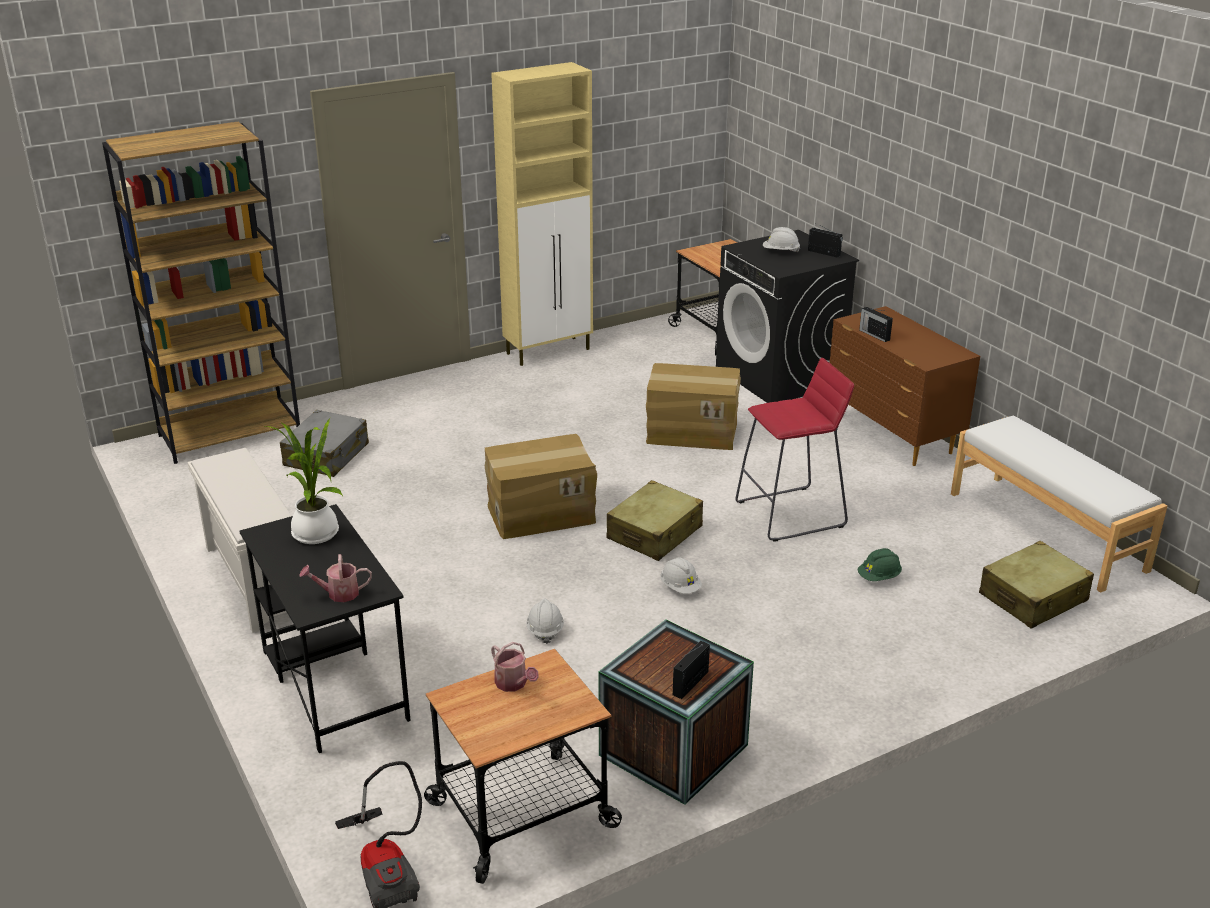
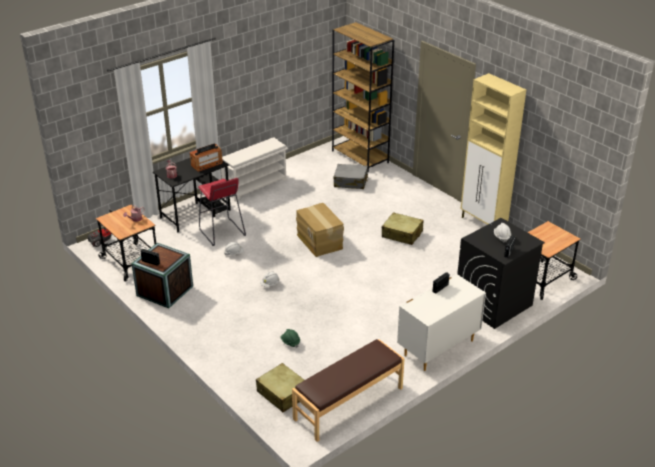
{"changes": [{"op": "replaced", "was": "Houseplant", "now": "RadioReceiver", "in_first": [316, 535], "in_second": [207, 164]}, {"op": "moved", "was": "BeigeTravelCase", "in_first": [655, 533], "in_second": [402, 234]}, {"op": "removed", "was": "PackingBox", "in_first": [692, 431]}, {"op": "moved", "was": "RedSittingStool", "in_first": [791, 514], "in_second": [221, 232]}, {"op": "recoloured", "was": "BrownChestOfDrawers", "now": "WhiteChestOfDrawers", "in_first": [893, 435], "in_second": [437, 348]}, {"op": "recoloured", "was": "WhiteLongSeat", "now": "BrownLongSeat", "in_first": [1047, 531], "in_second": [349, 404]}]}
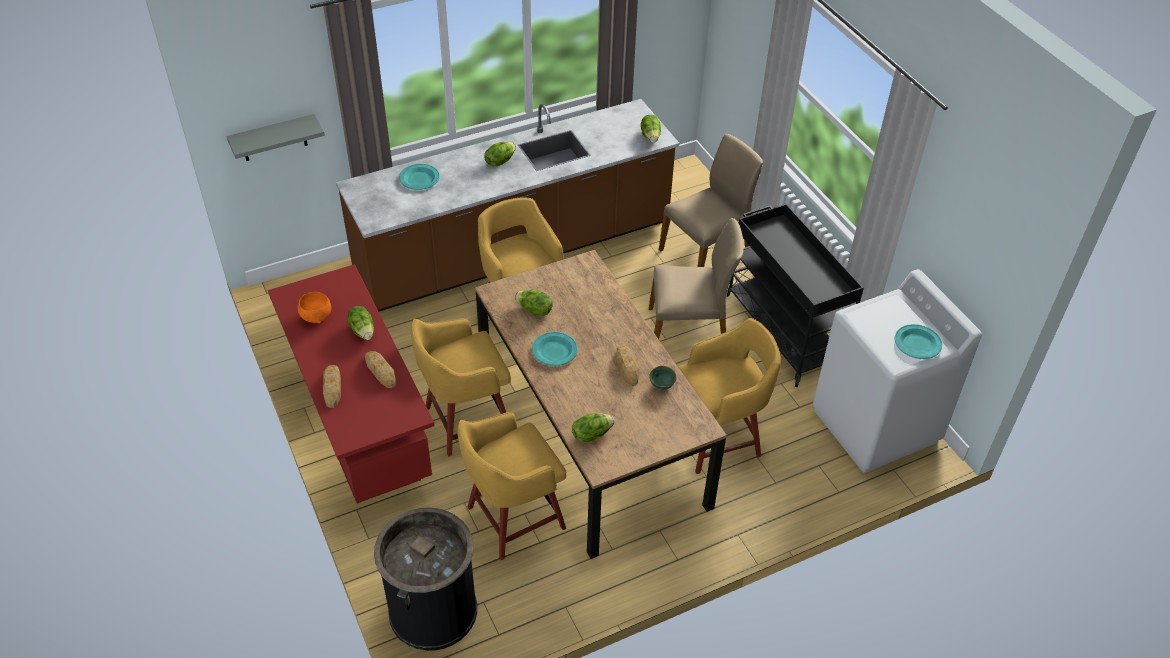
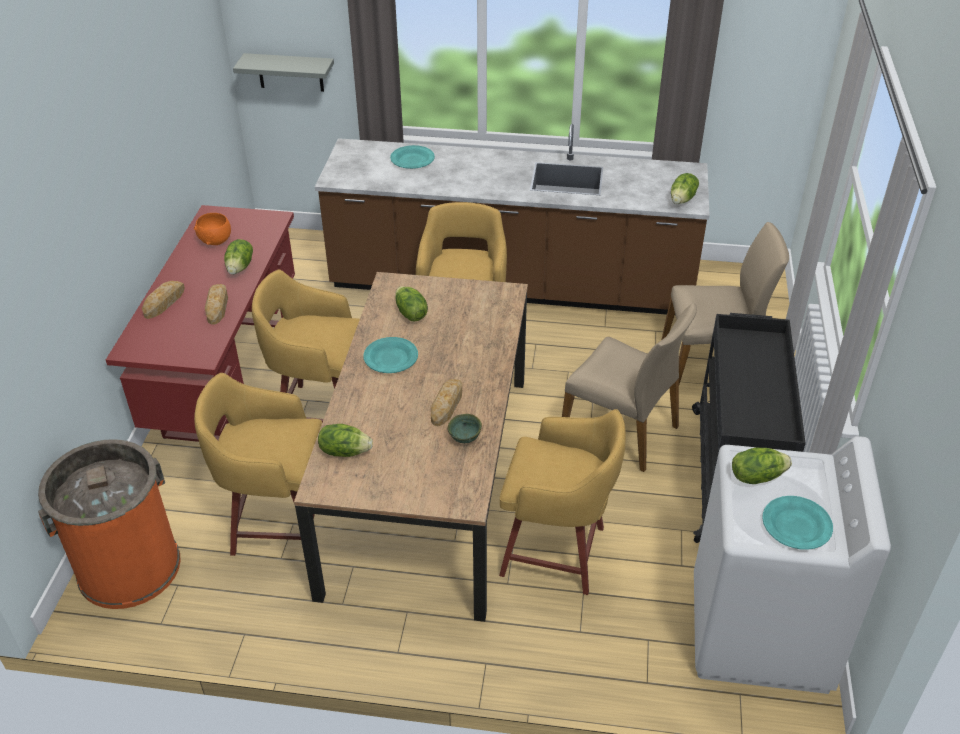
{"changes": [{"op": "recoloured", "was": "BlackishRubbishBin", "now": "OrangeyRubbishBin", "in_first": [433, 610], "in_second": [129, 567]}, {"op": "moved", "was": "LettuceHead", "in_first": [500, 161], "in_second": [756, 476]}]}
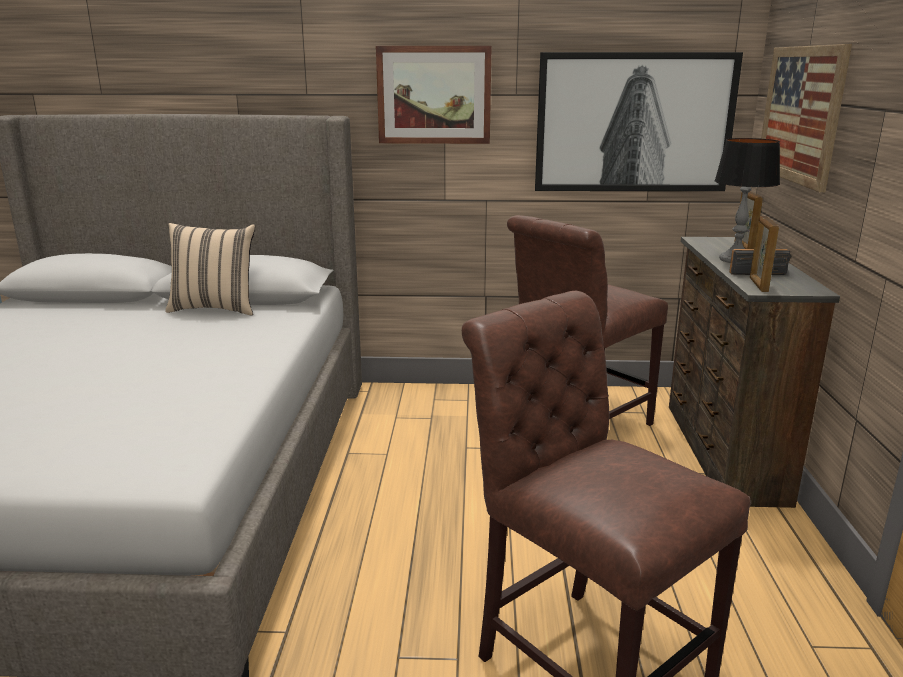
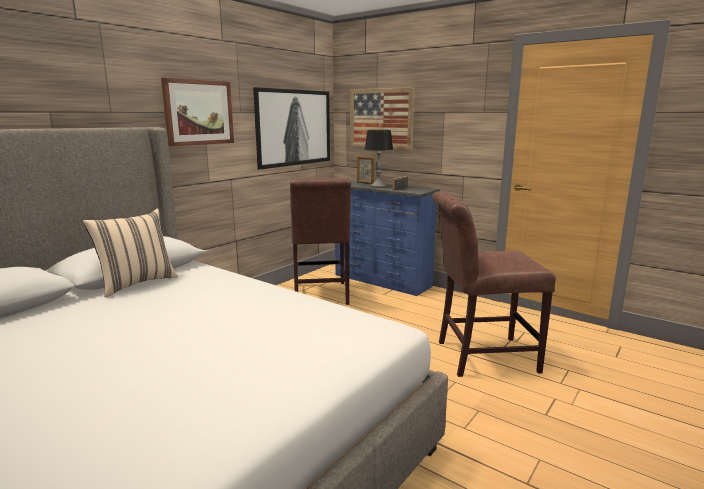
{"changes": [{"op": "recoloured", "was": "BrownChestOfDrawers", "now": "BluishChestOfDrawers", "in_first": [721, 451], "in_second": [382, 281]}, {"op": "removed", "was": "PictureFrame", "in_first": [758, 285]}]}
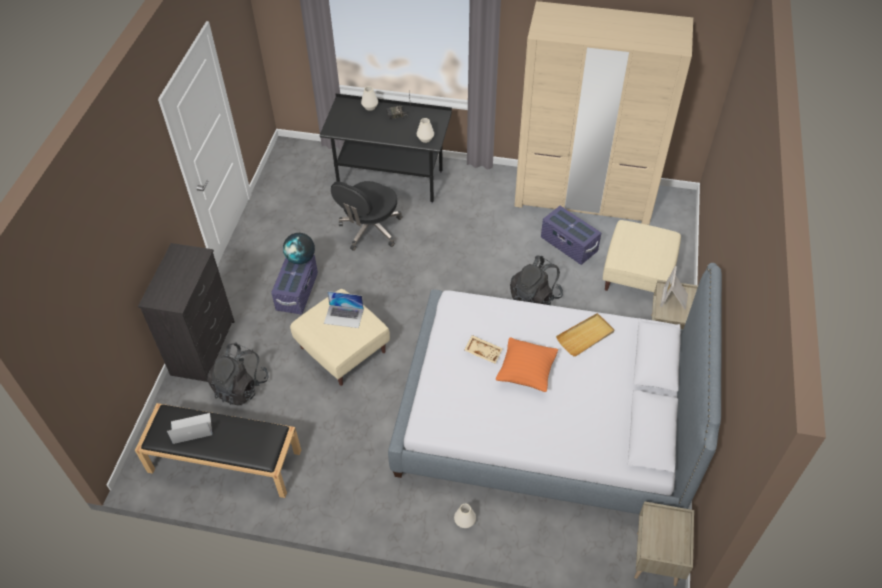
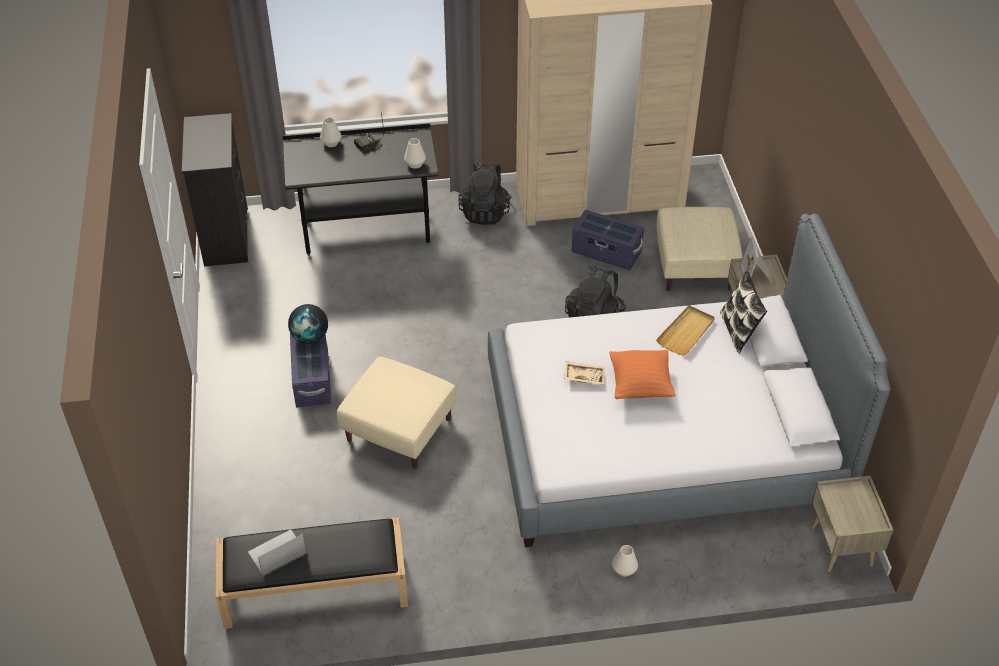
{"changes": [{"op": "moved", "was": "BlackishChestOfDrawers", "in_first": [204, 347], "in_second": [227, 236]}, {"op": "moved", "was": "BlackishBackpack", "in_first": [241, 387], "in_second": [485, 212]}, {"op": "removed", "was": "PortableComputer", "in_first": [344, 316]}, {"op": "removed", "was": "BlackishComputerChair", "in_first": [370, 230]}, {"op": "added", "now": "Cushion", "in_second": [739, 331]}]}
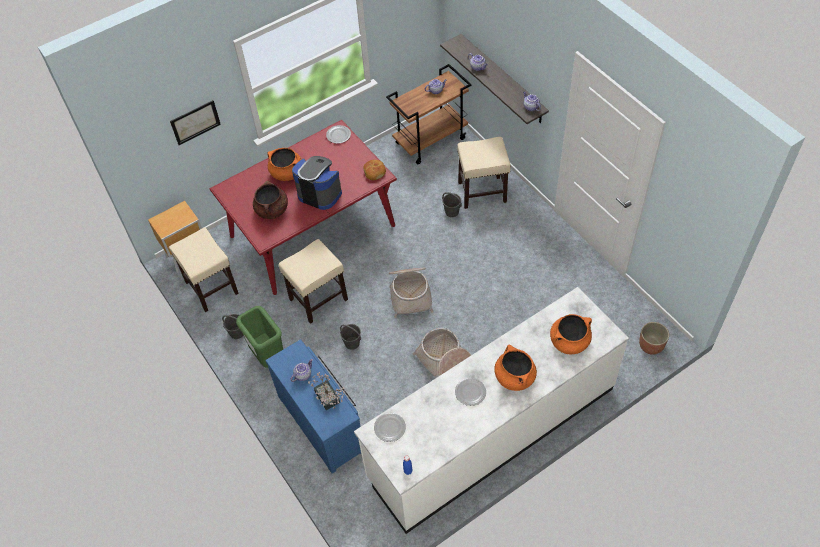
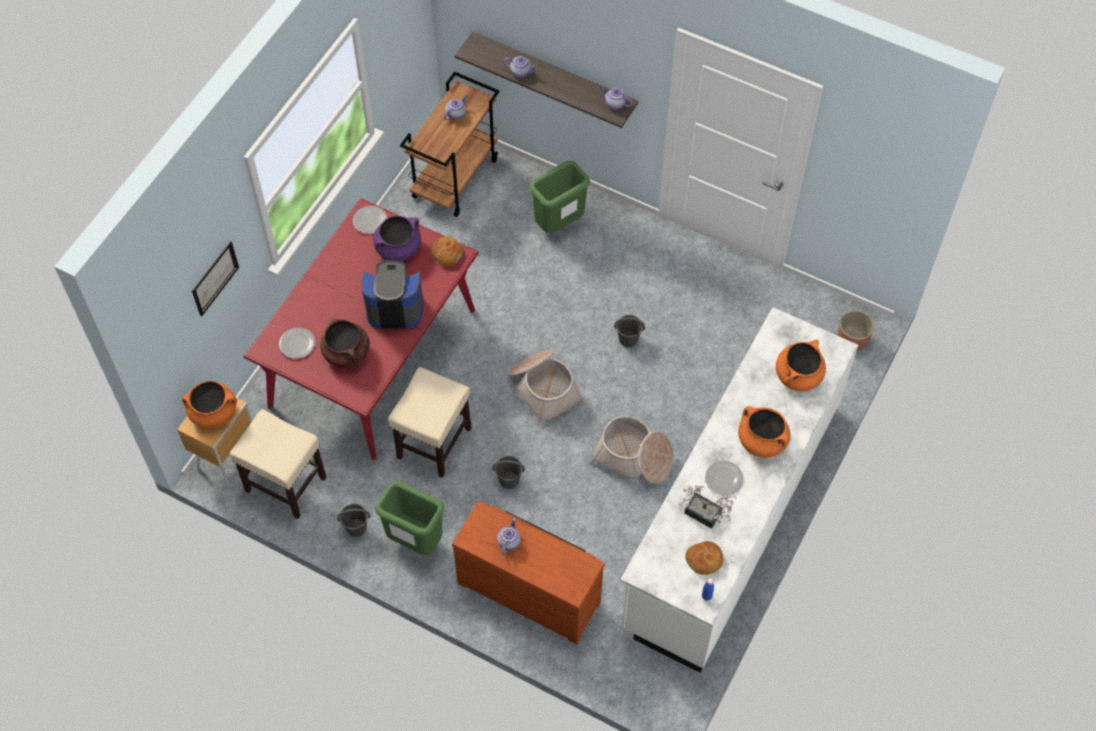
{"changes": [{"op": "recoloured", "was": "BluishChestOfDrawers", "now": "BrownChestOfDrawers", "in_first": [323, 421], "in_second": [530, 589]}, {"op": "moved", "was": "OrangeyStockpot", "in_first": [287, 173], "in_second": [214, 413]}, {"op": "moved", "was": "Houseplant", "in_first": [328, 400], "in_second": [706, 515]}, {"op": "moved", "was": "FlatDish", "in_first": [389, 428], "in_second": [297, 344]}, {"op": "moved", "was": "GrayPail", "in_first": [452, 212], "in_second": [628, 339]}, {"op": "replaced", "was": "BeigeSittingStool", "now": "GreenRubbishBin", "in_first": [482, 192], "in_second": [559, 223]}, {"op": "added", "now": "PurplishStockpot", "in_second": [398, 248]}, {"op": "added", "now": "BakedBread", "in_second": [704, 560]}]}
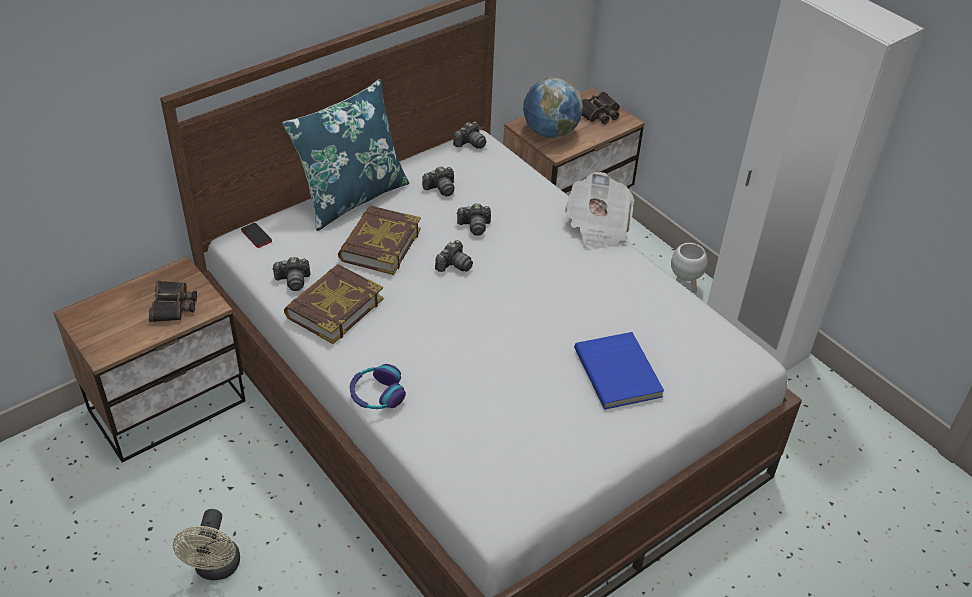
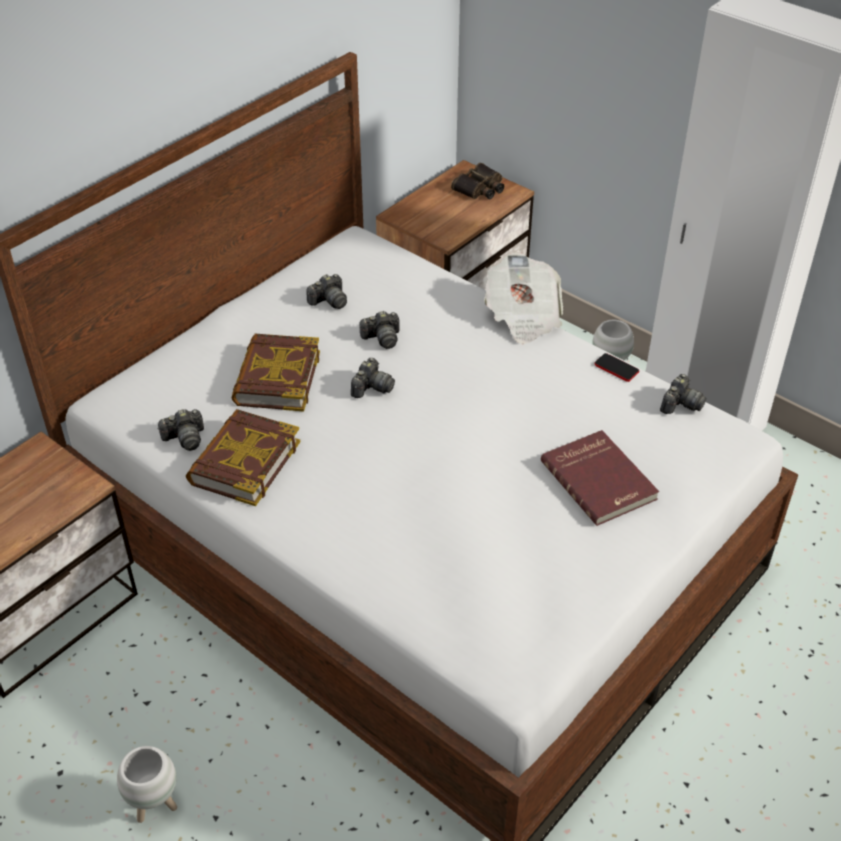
{"changes": [{"op": "removed", "was": "PairOfBinoculars", "in_first": [174, 306]}, {"op": "replaced", "was": "BeigeCoolingFan", "now": "WhitePlanter", "in_first": [216, 569], "in_second": [155, 805]}, {"op": "moved", "was": "Handset", "in_first": [256, 236], "in_second": [616, 368]}, {"op": "removed", "was": "BluishCushion", "in_first": [351, 197]}, {"op": "removed", "was": "PairOfHeadphones", "in_first": [377, 394]}, {"op": "moved", "was": "PhotoCamera", "in_first": [470, 143], "in_second": [680, 404]}, {"op": "removed", "was": "Globe", "in_first": [550, 132]}, {"op": "recoloured", "was": "BluishBook", "now": "RedBook", "in_first": [619, 372], "in_second": [600, 480]}]}
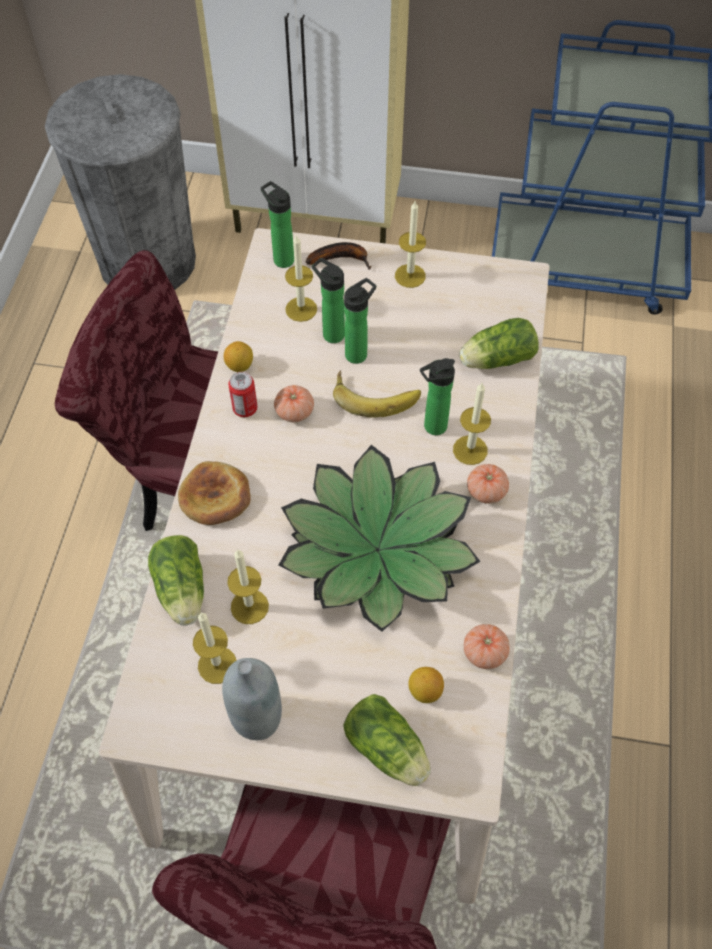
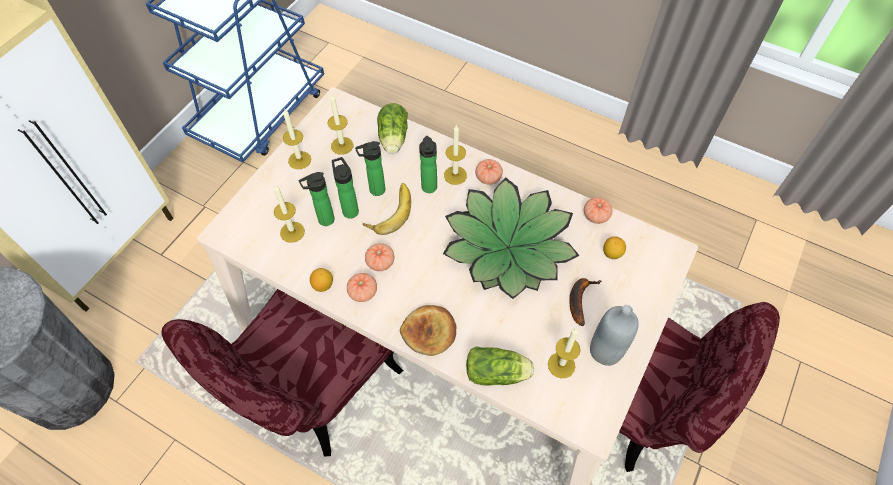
{"changes": [{"op": "moved", "was": "WaxLight", "in_first": [249, 606], "in_second": [342, 145]}, {"op": "replaced", "was": "Can", "now": "FreshTomato", "in_first": [245, 408], "in_second": [363, 292]}, {"op": "moved", "was": "BeverageBottle", "in_first": [281, 258], "in_second": [375, 190]}, {"op": "moved", "was": "WholeBanana", "in_first": [342, 258], "in_second": [579, 299]}, {"op": "removed", "was": "LettuceHead", "in_first": [389, 751]}]}
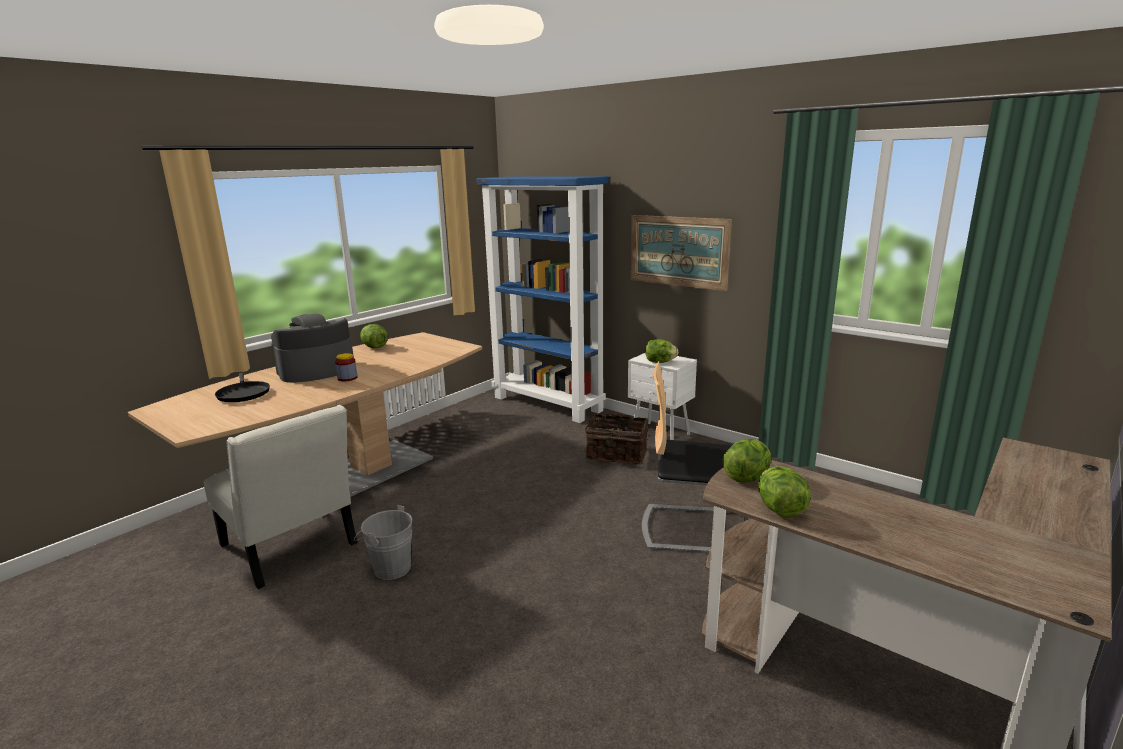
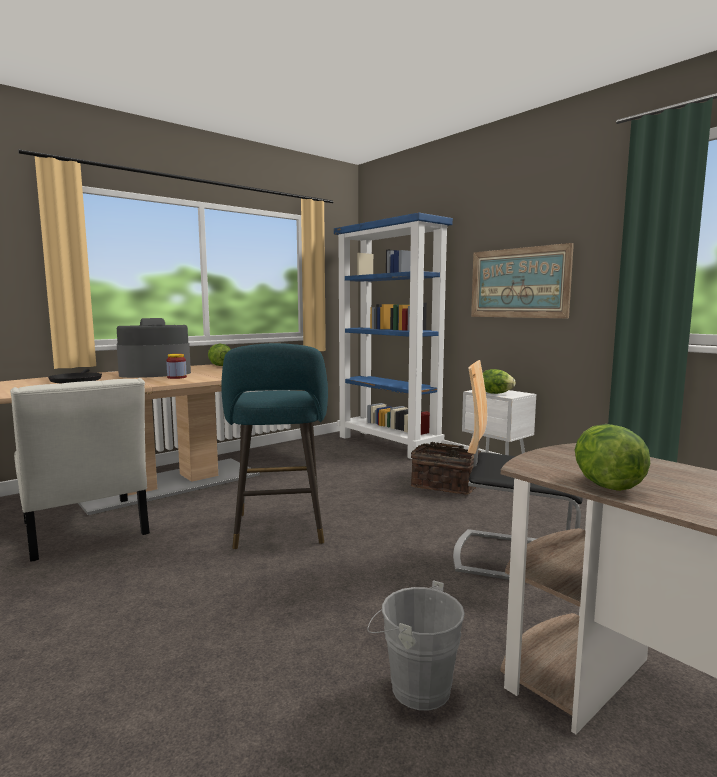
{"changes": [{"op": "moved", "was": "GrayPail", "in_first": [389, 568], "in_second": [414, 686]}, {"op": "removed", "was": "LettuceHead", "in_first": [746, 477]}, {"op": "added", "now": "TurquoiseColouredSittingStool", "in_second": [279, 531]}]}
